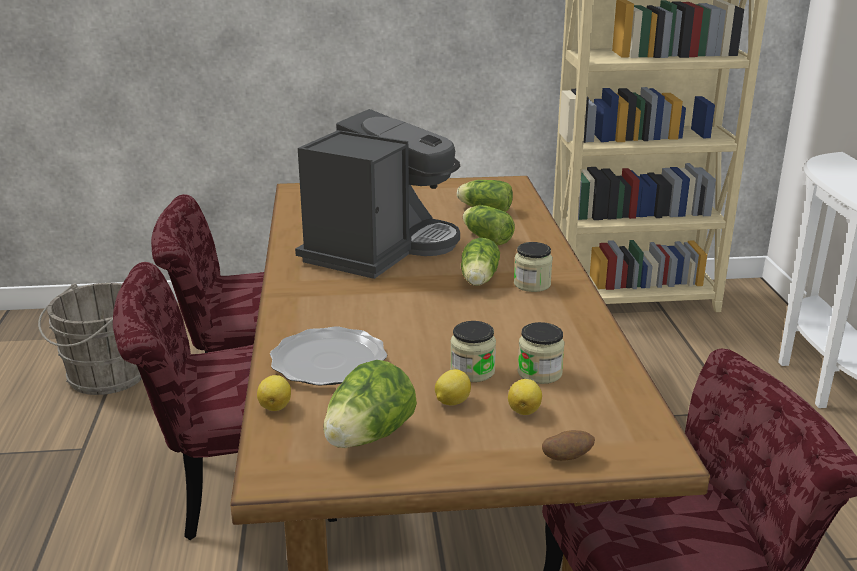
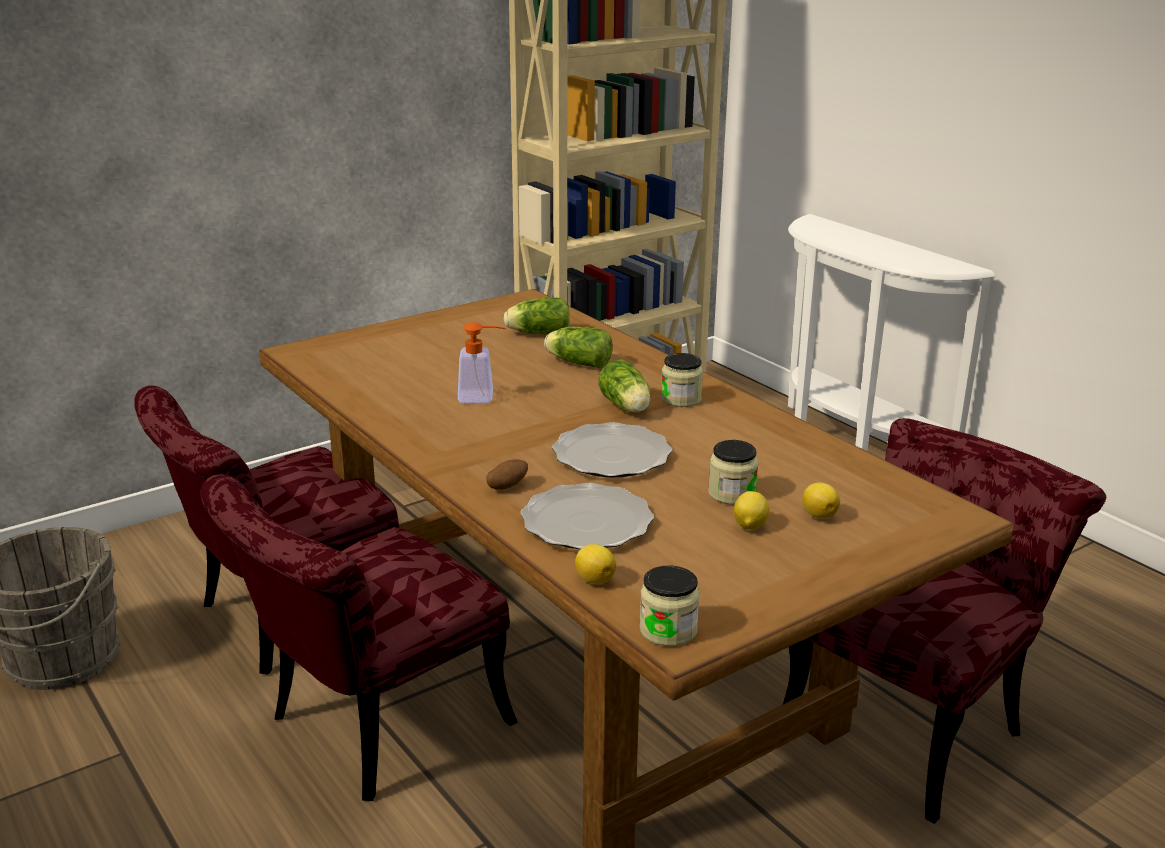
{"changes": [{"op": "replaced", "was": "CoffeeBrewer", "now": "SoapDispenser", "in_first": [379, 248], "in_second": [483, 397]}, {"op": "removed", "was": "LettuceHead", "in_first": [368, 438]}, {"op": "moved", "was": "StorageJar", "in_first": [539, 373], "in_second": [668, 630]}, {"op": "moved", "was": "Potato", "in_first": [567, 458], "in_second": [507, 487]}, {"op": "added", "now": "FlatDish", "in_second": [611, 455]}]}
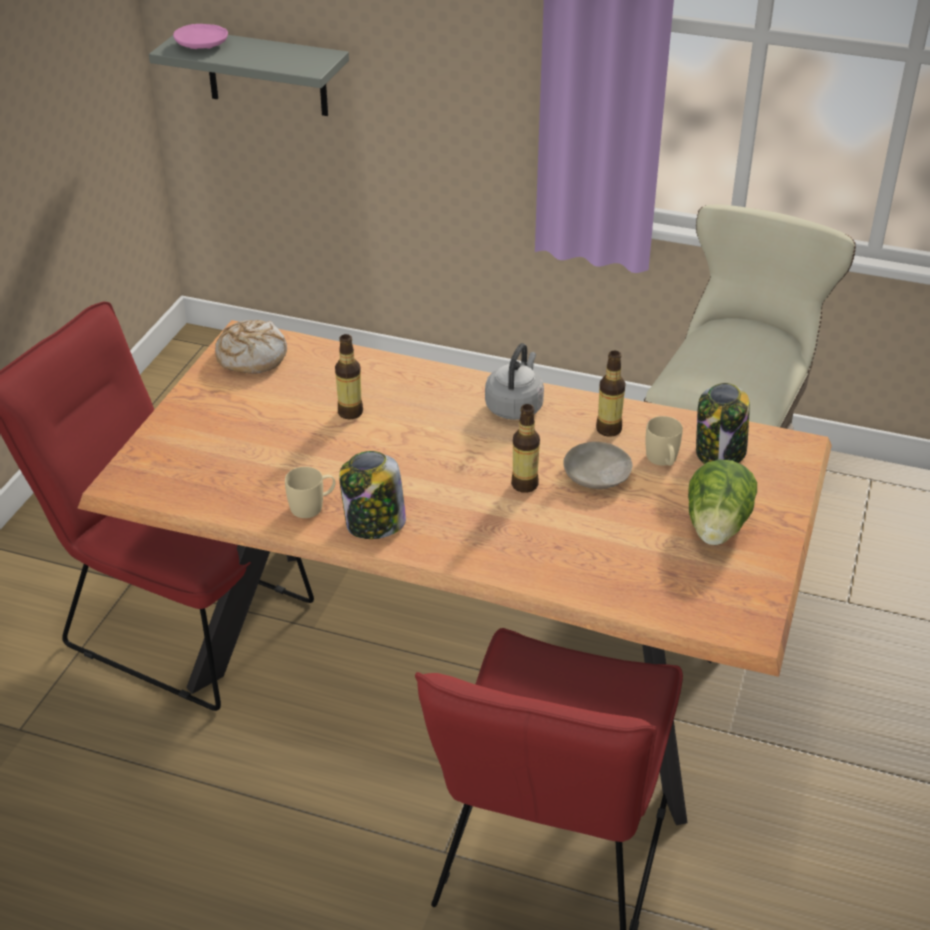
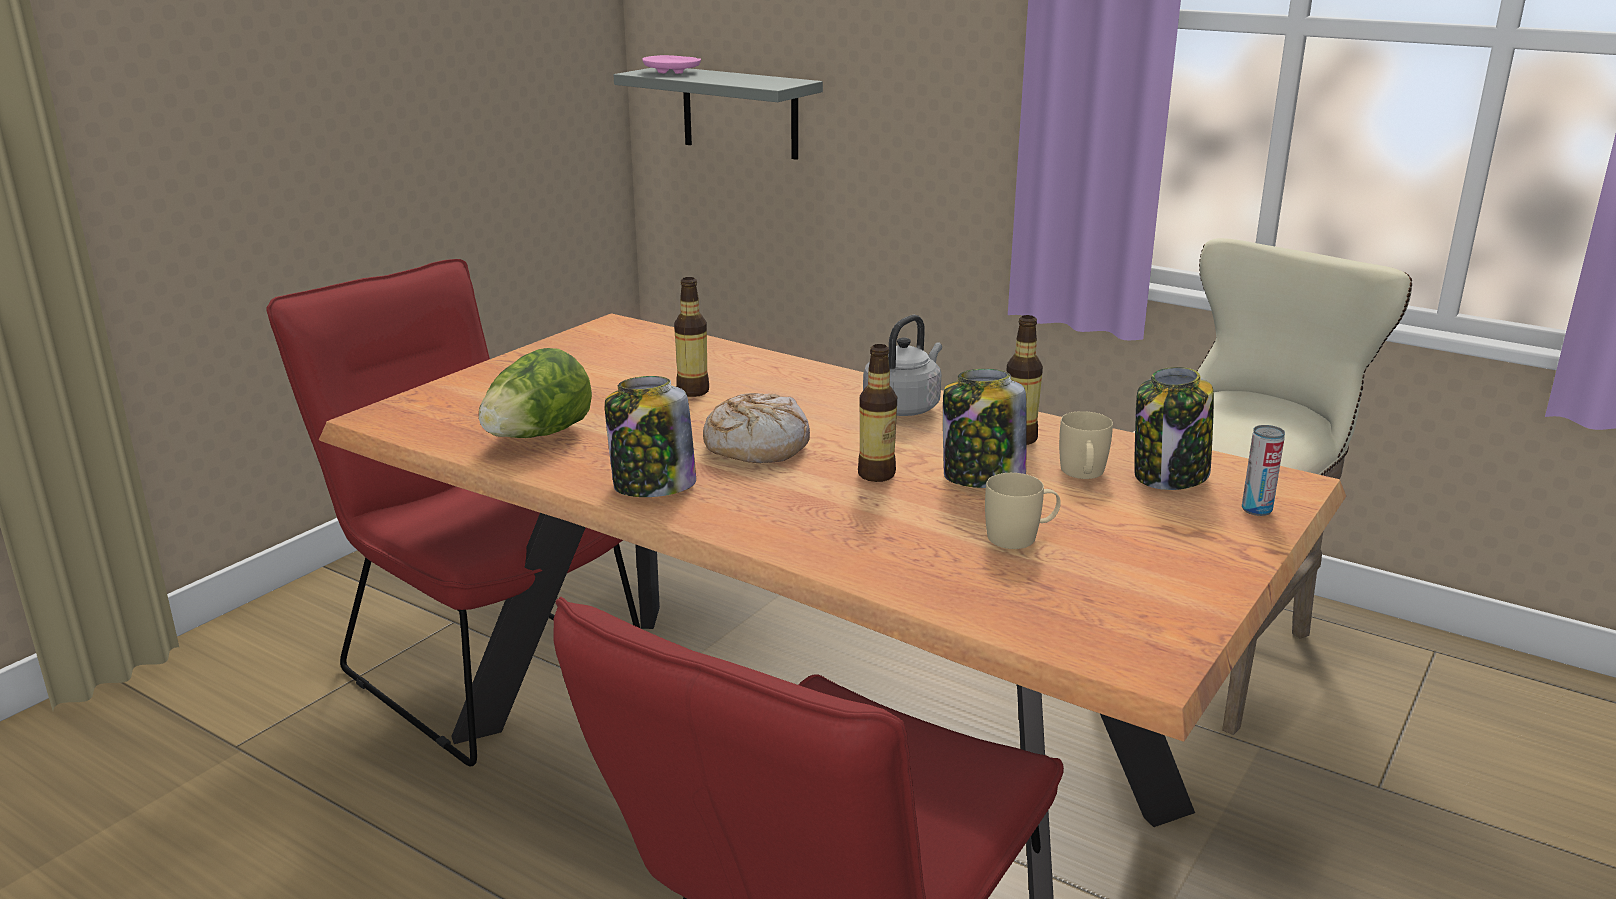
{"changes": [{"op": "moved", "was": "BakedBread", "in_first": [251, 356], "in_second": [756, 445]}, {"op": "moved", "was": "BeigeTeaMug", "in_first": [313, 506], "in_second": [1021, 537]}, {"op": "replaced", "was": "BeigeFlatDish", "now": "StorageJar", "in_first": [597, 475], "in_second": [981, 477]}, {"op": "moved", "was": "LettuceHead", "in_first": [717, 528], "in_second": [538, 436]}, {"op": "added", "now": "Can", "in_second": [1256, 509]}]}
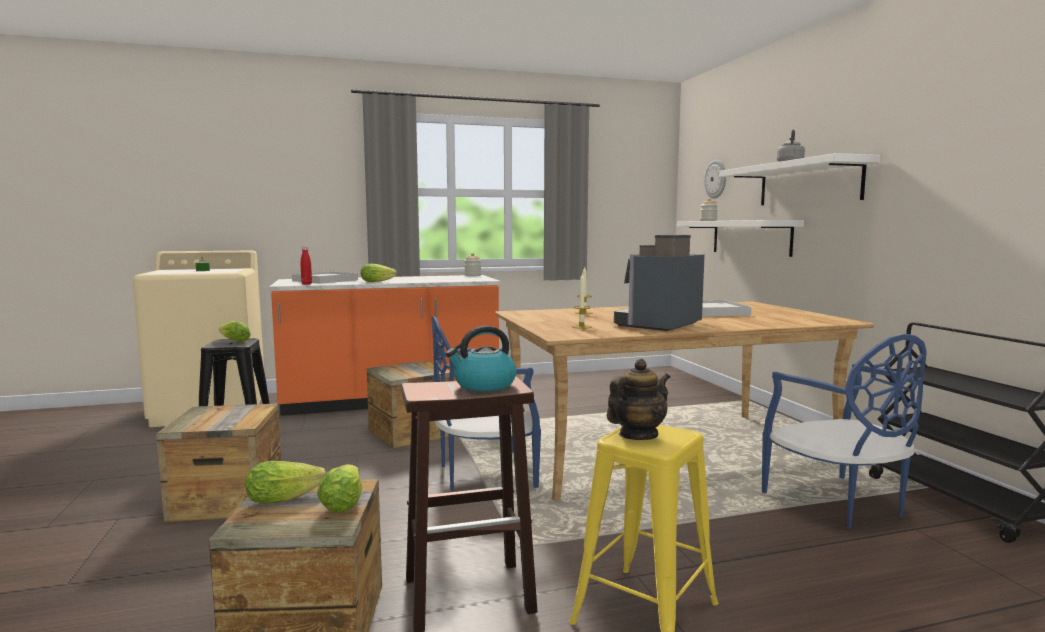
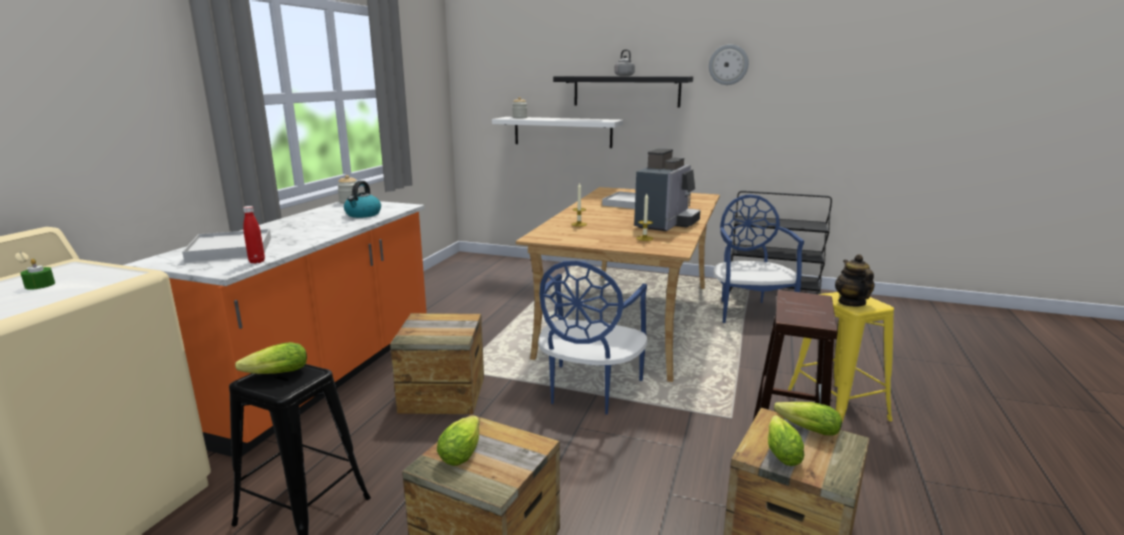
{"changes": [{"op": "moved", "was": "LettuceHead", "in_first": [379, 281], "in_second": [463, 451]}, {"op": "moved", "was": "Kettle", "in_first": [484, 385], "in_second": [363, 214]}, {"op": "turned", "was": "CoffeeBrewer", "in_first": [659, 325], "in_second": [666, 223], "clockwise": -135}, {"op": "moved", "was": "HangingClock", "in_first": [716, 179], "in_second": [728, 64]}, {"op": "recoloured", "was": "WhiteBracketShelf", "now": "BlackishBracketShelf", "in_first": [808, 183], "in_second": [626, 91]}, {"op": "turned", "was": "BluishChair", "in_first": [838, 504], "in_second": [749, 312], "clockwise": -105}]}
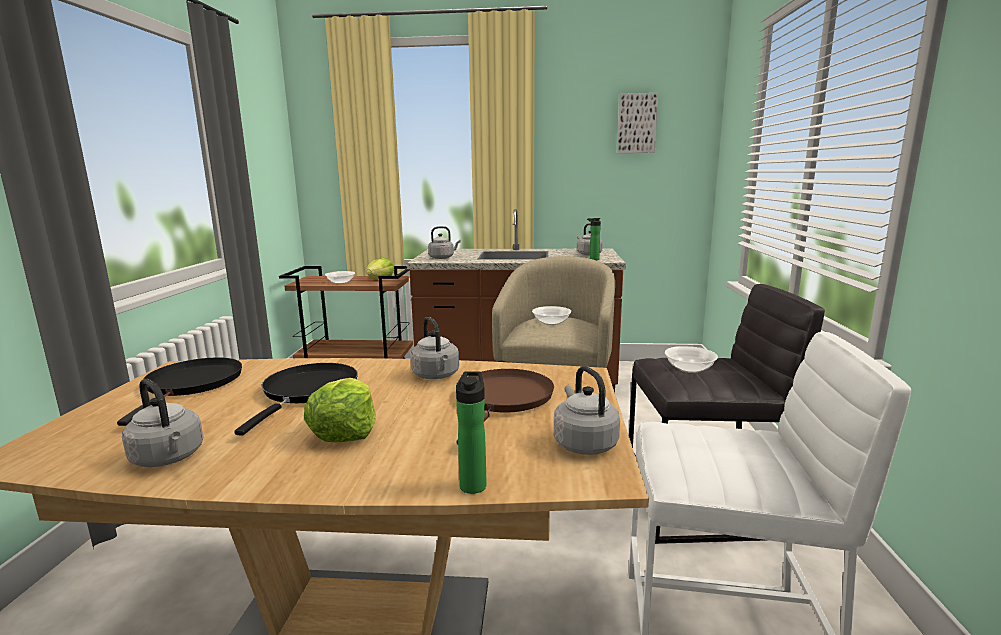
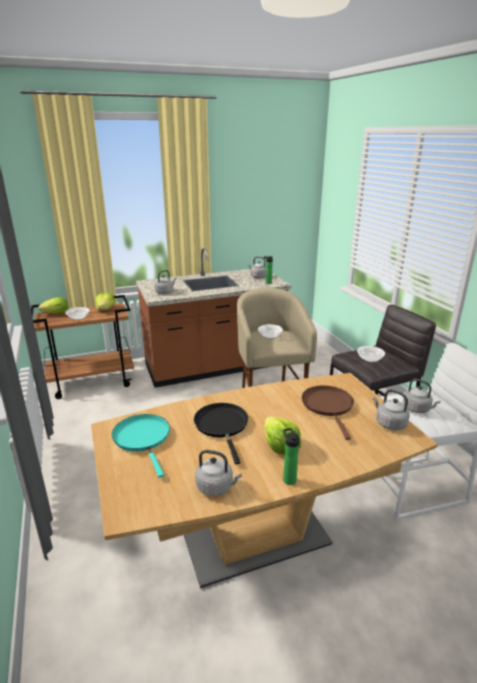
{"changes": [{"op": "recoloured", "was": "BlackishFryingPan", "now": "TurquoiseColouredFryingPan", "in_first": [192, 385], "in_second": [143, 438]}, {"op": "moved", "was": "GrayKettle", "in_first": [436, 376], "in_second": [417, 409]}, {"op": "moved", "was": "BeverageBottle", "in_first": [473, 483], "in_second": [288, 479]}, {"op": "removed", "was": "WallArt", "in_first": [636, 123]}, {"op": "added", "now": "LettuceHead", "in_second": [56, 313]}]}
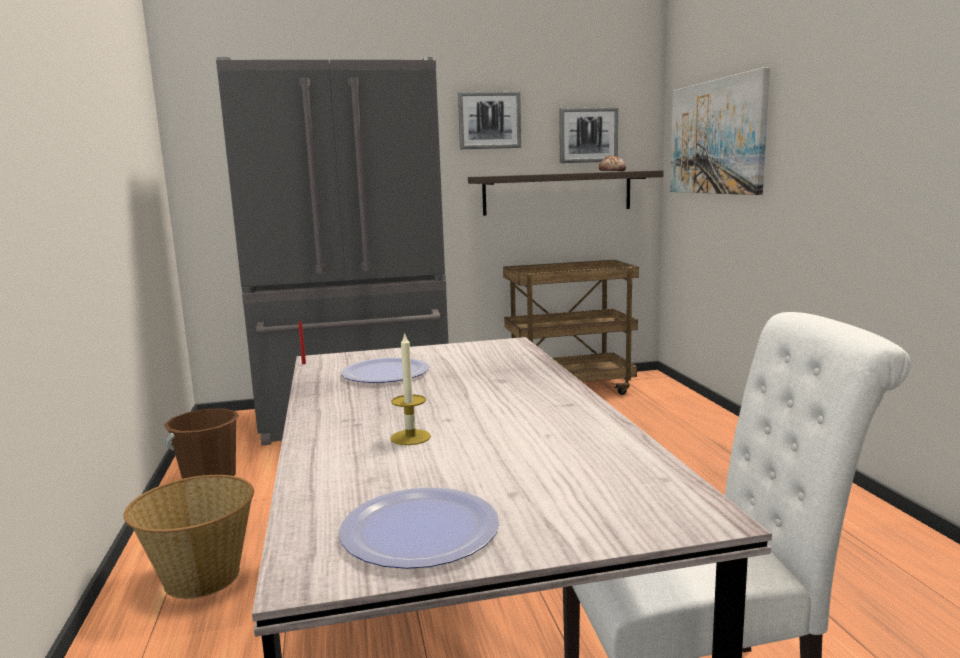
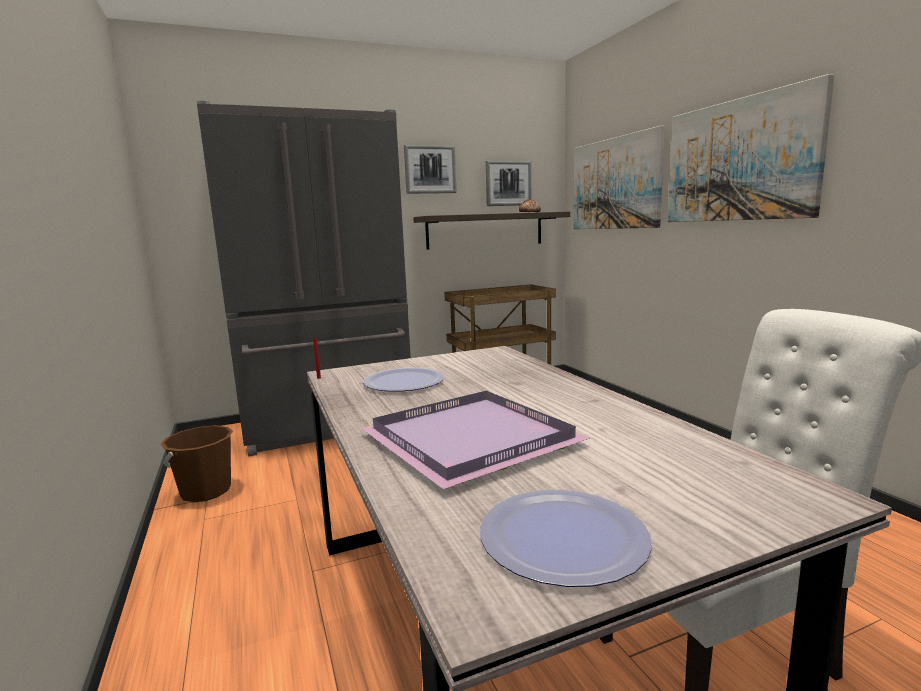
{"changes": [{"op": "removed", "was": "HouseholdBasket", "in_first": [201, 577]}, {"op": "replaced", "was": "WaxLight", "now": "PurplishTray", "in_first": [410, 437], "in_second": [475, 440]}, {"op": "added", "now": "WallArt", "in_second": [739, 160]}]}
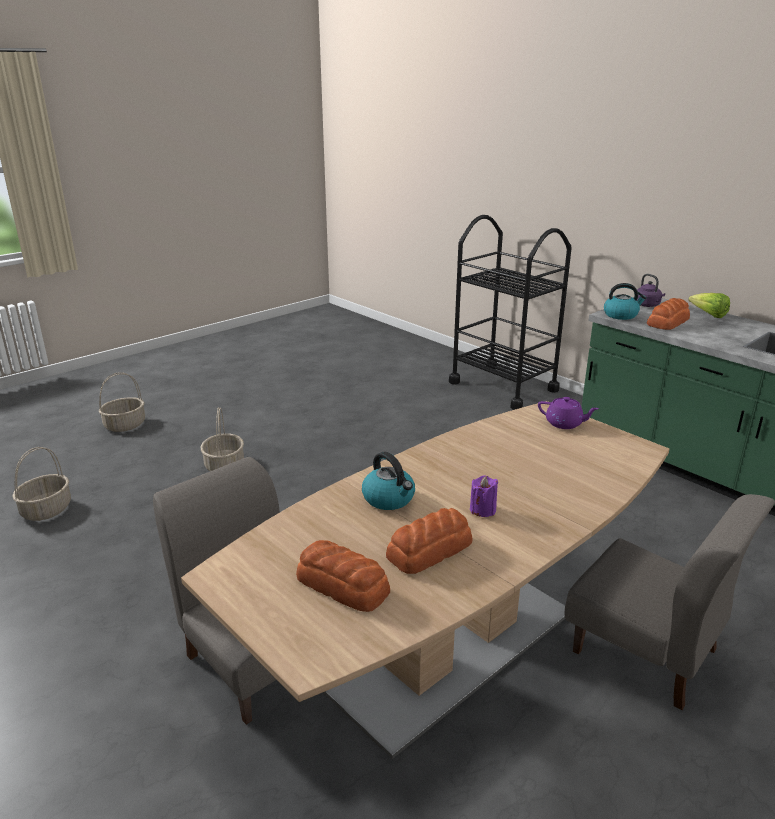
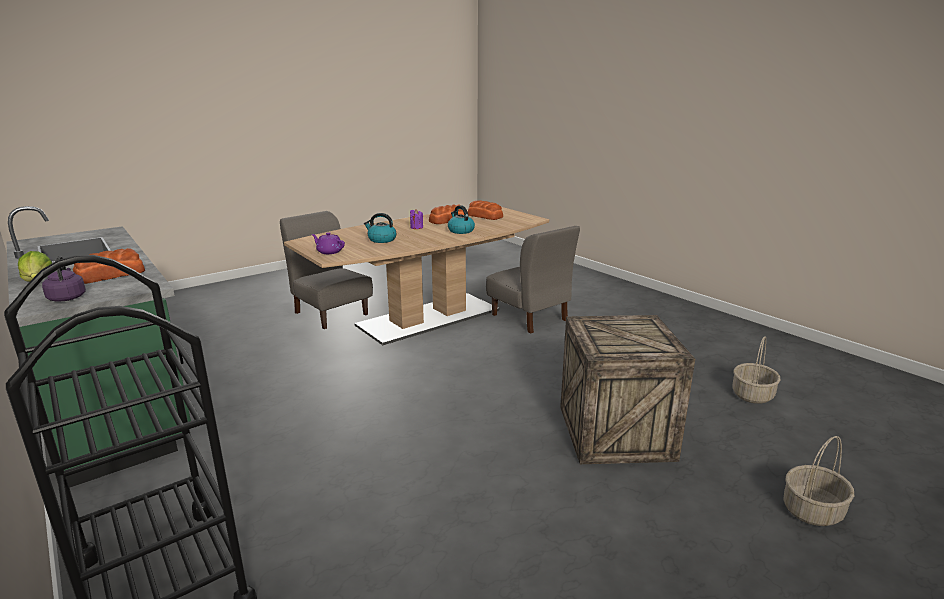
{"changes": [{"op": "replaced", "was": "HouseholdBasket", "now": "ShippingCrate", "in_first": [224, 465], "in_second": [617, 433]}, {"op": "moved", "was": "Kettle", "in_first": [621, 315], "in_second": [381, 240]}]}
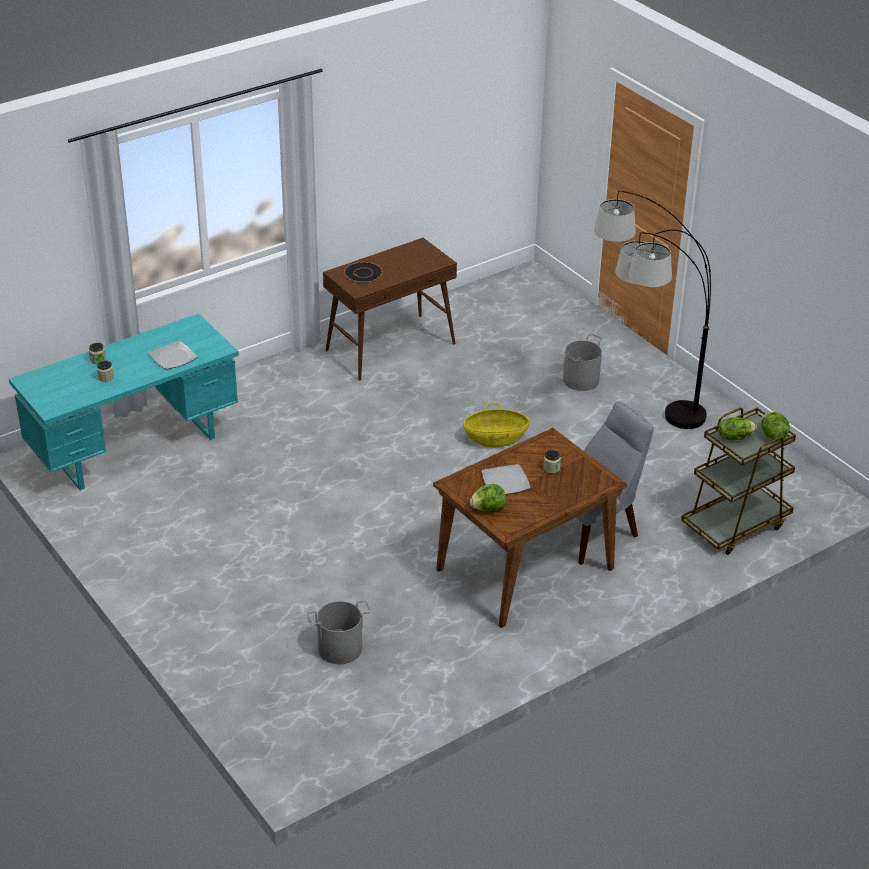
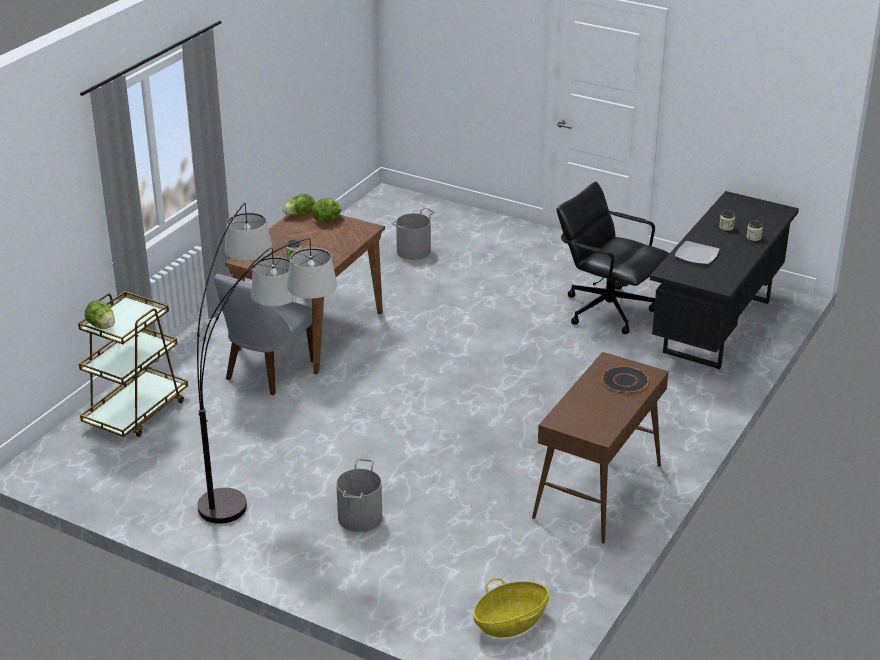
{"changes": [{"op": "recoloured", "was": "TurquoiseColouredDeskTable", "now": "BlackishDeskTable", "in_first": [135, 447], "in_second": [717, 327]}, {"op": "moved", "was": "HouseholdBasket", "in_first": [495, 438], "in_second": [510, 622]}, {"op": "removed", "was": "FlatDish", "in_first": [506, 482]}, {"op": "moved", "was": "LettuceHead", "in_first": [734, 437], "in_second": [300, 214]}, {"op": "added", "now": "BlackishComputerChair", "in_second": [607, 309]}]}
